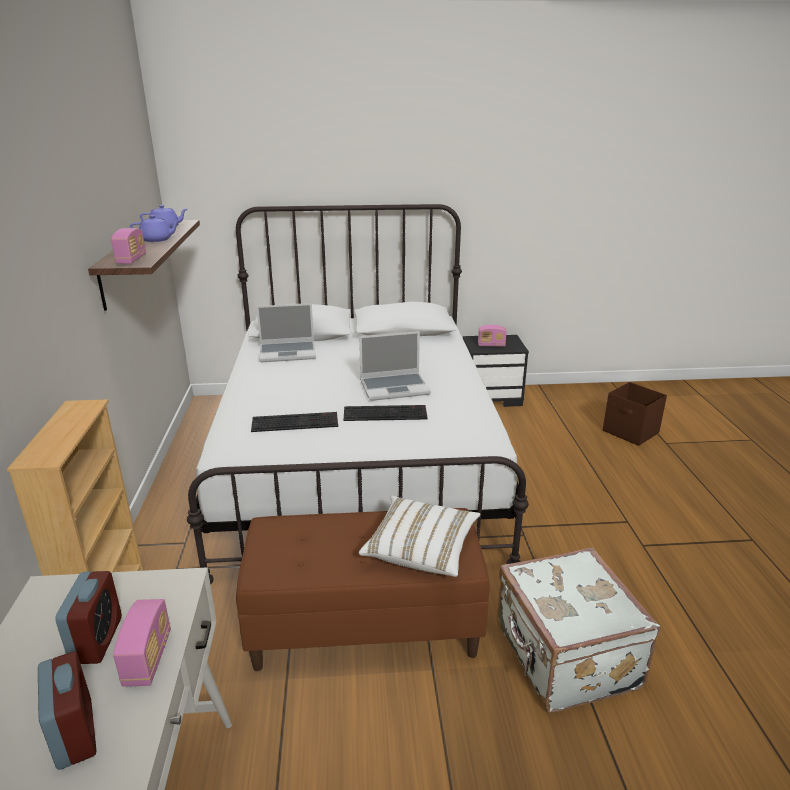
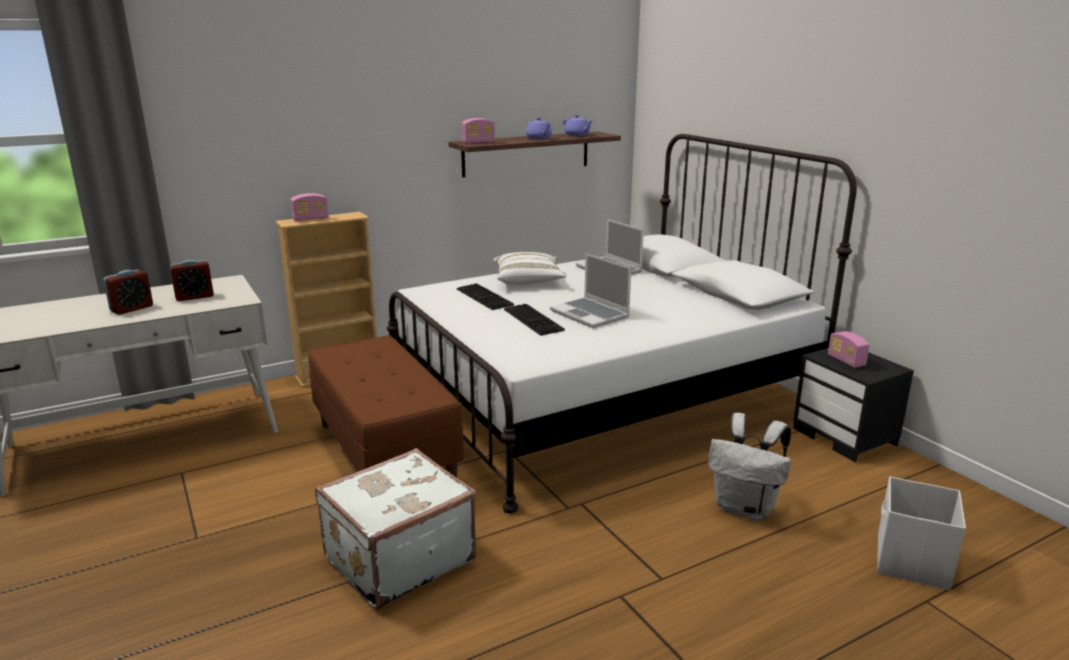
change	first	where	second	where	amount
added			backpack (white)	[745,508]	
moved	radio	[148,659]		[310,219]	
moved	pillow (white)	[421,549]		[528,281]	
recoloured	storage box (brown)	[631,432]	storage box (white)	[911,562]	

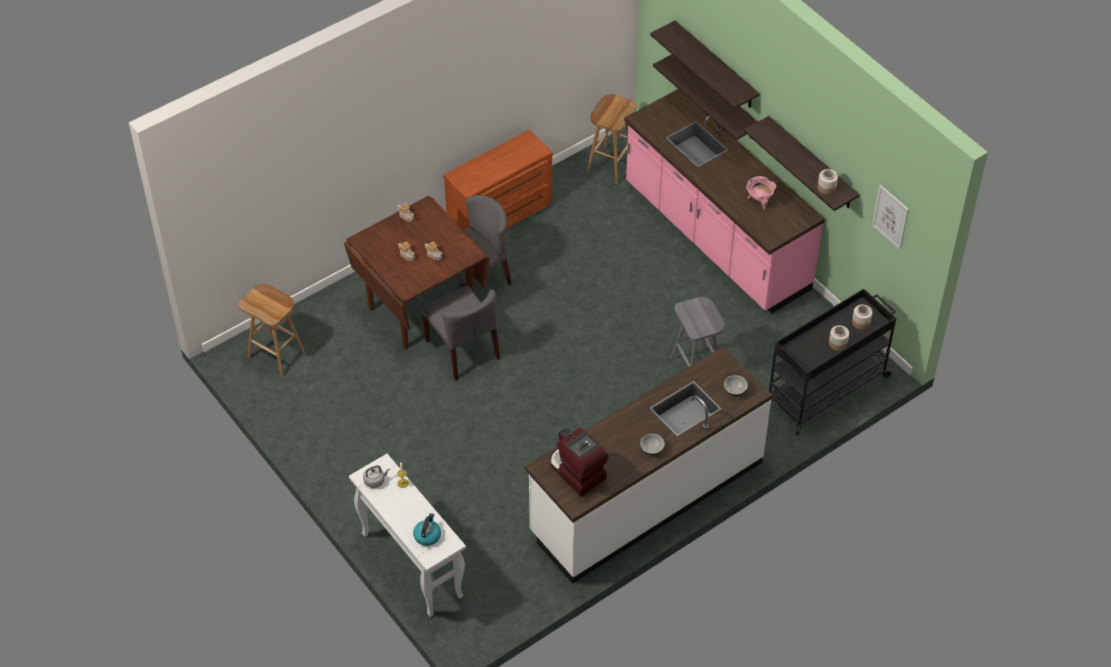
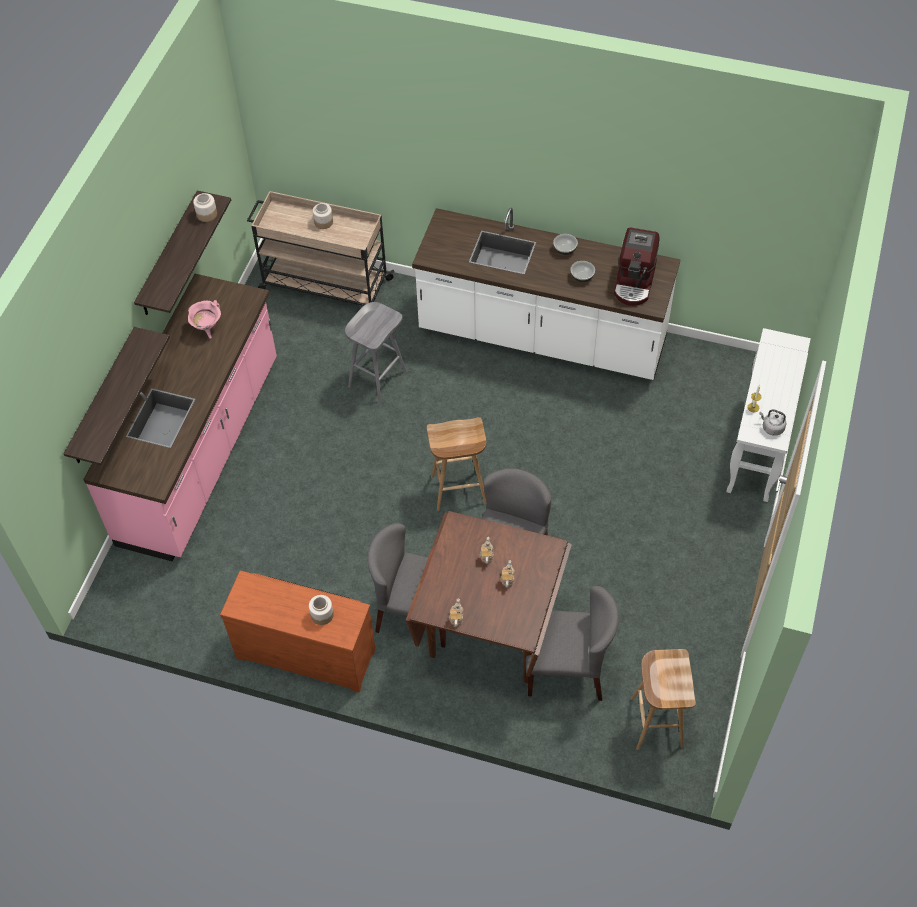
change	first	where	second	where	amount
removed	kettle	[427,535]			
removed	shelf	[715,66]			
removed	picture	[890,217]			
added			chair (grey)	[566,669]	
moved	stool (brown)	[610,164]		[458,490]	
moved	bowl	[735,390]		[582,276]	
moved	jar	[861,322]		[322,614]	
recoloured	cart (black)	[827,388]	cart (beige)	[324,285]	

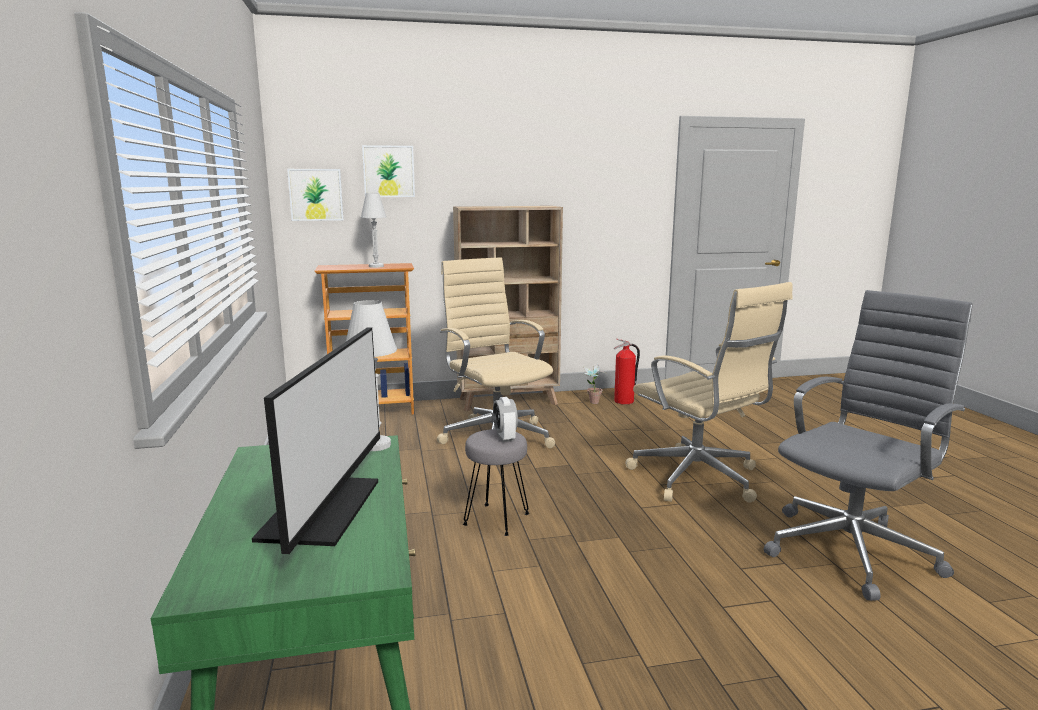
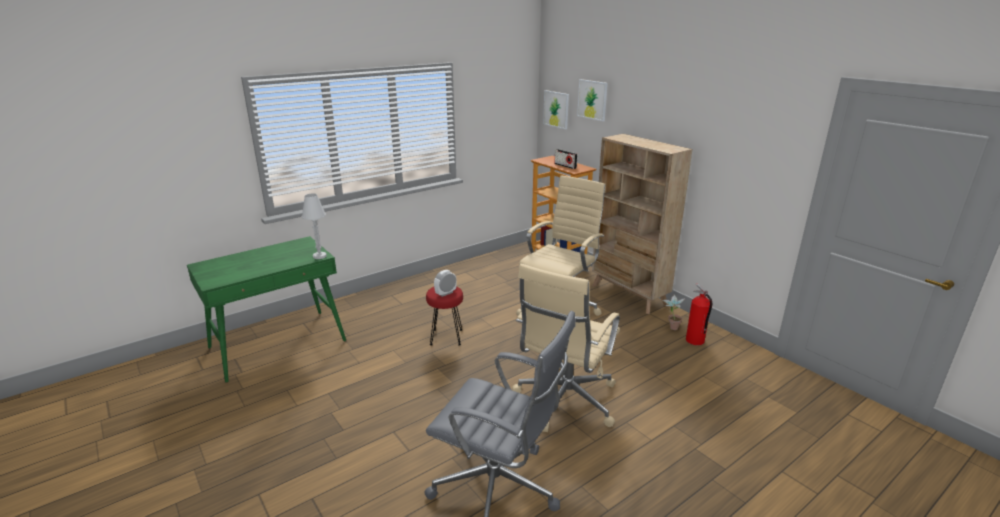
change	first	where	second	where	amount
removed	monitor	[324,509]			
replaced	table lamp (white)	[376,266]	radio	[565,166]	
recoloured	stool (grey)	[497,520]	stool (red)	[446,337]	

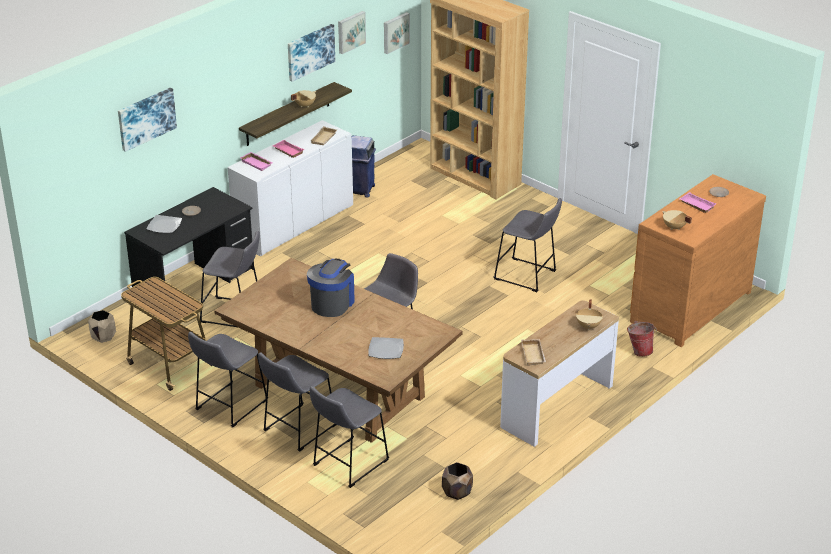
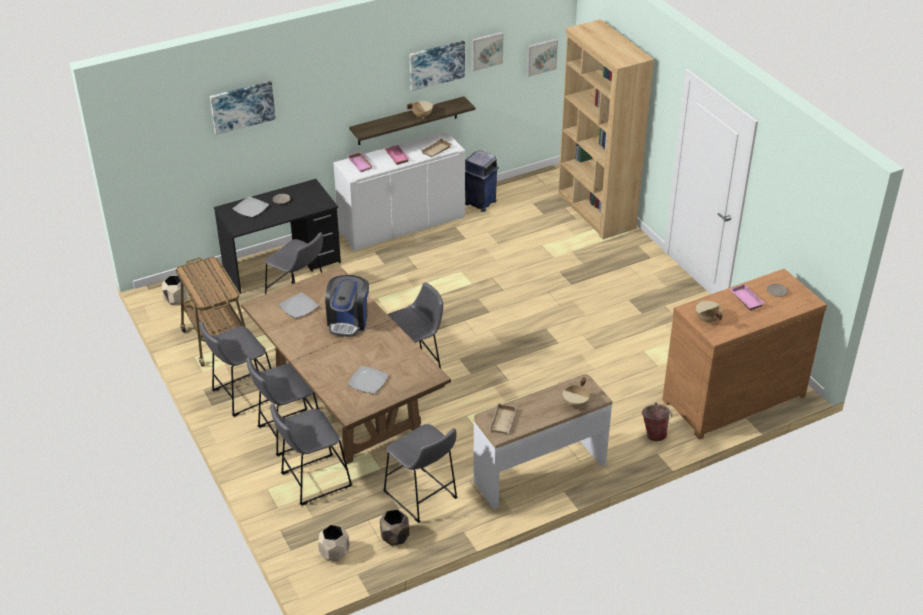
change	first	where	second	where	amount
added			plate	[299,307]	
added			planter (beige)	[335,552]	
moved	stool (grey)	[527,276]		[422,497]	
turned	coffee machine	[332,303]		[348,321]	150 degrees clockwise

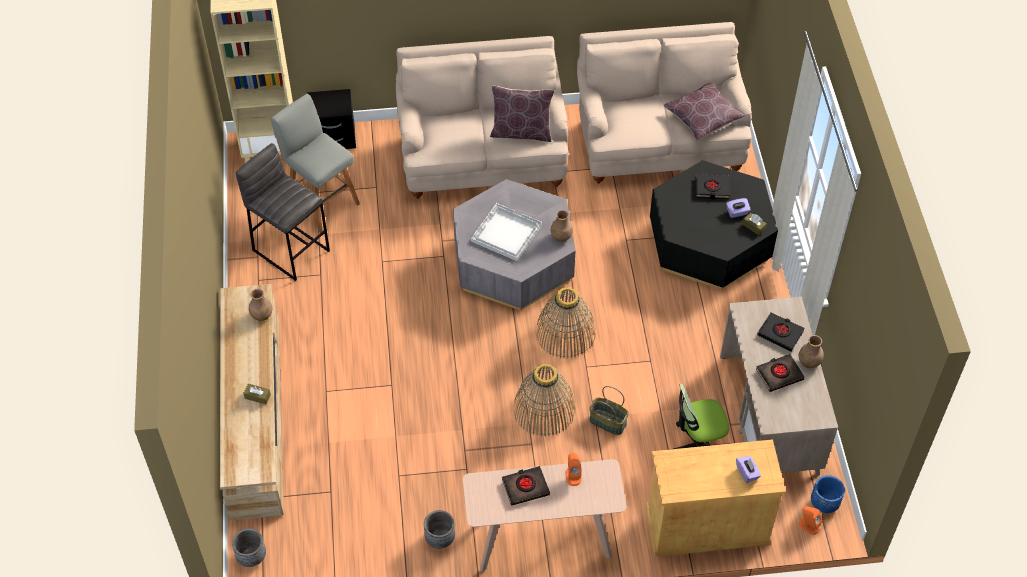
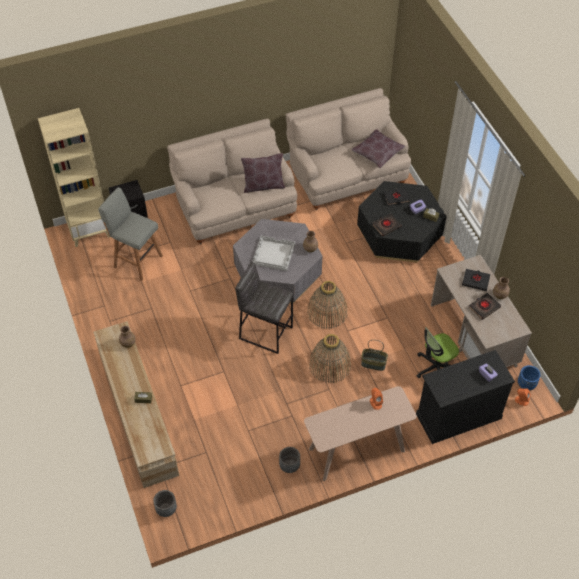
change	first	where	second	where	amount
moved	stool (grey)	[291,249]		[265,332]	
moved	book (black)	[525,487]		[386,226]	
recoloured	cabinet (beige)	[706,525]	cabinet (black)	[458,416]	

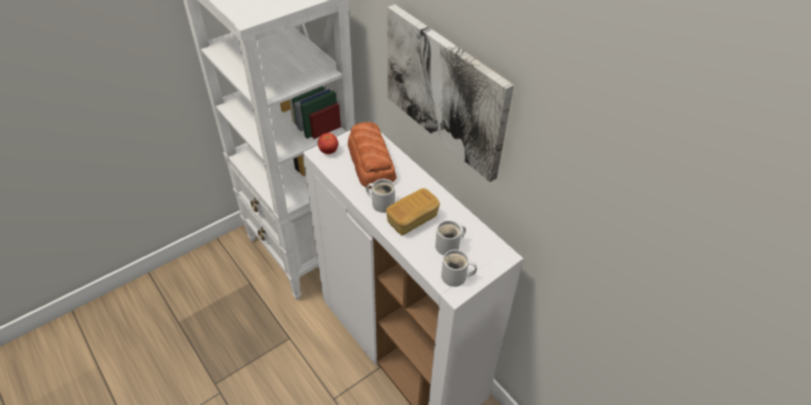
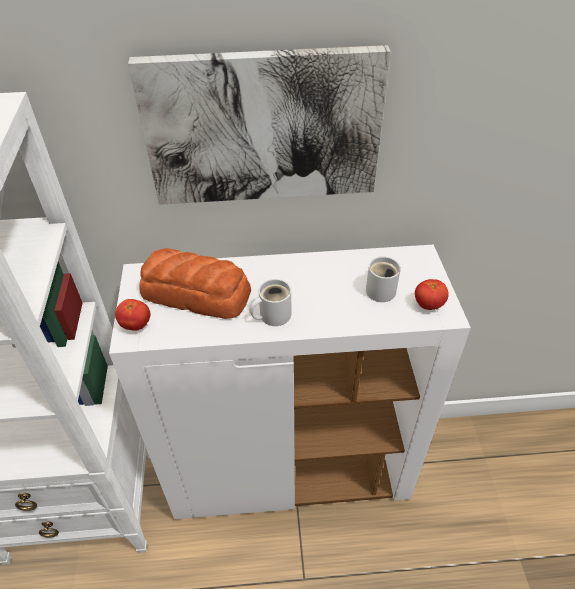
change	first	where	second	where	amount
removed	bread	[412,219]			
replaced	mug (white)	[456,277]	tomato	[428,304]	

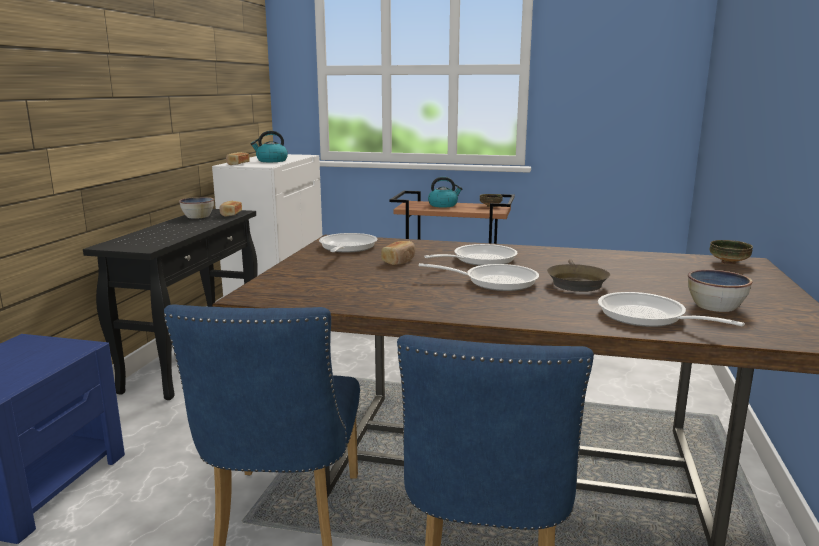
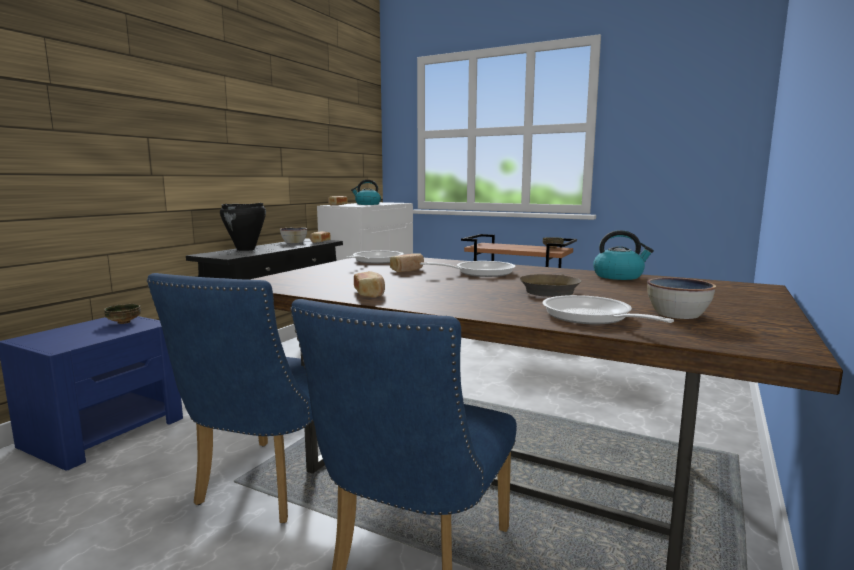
change	first	where	second	where	amount
removed	frying pan	[494,281]			
added			cooking pot (black)	[246,249]	
added			bread	[370,293]	
moved	kettle	[443,205]		[619,276]	
moved	bowl	[728,262]		[124,322]	

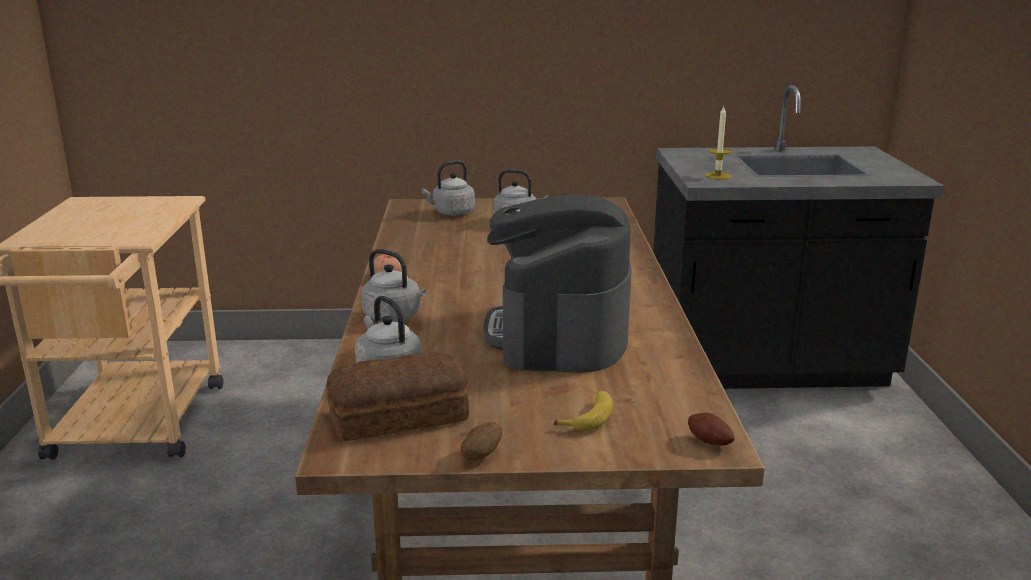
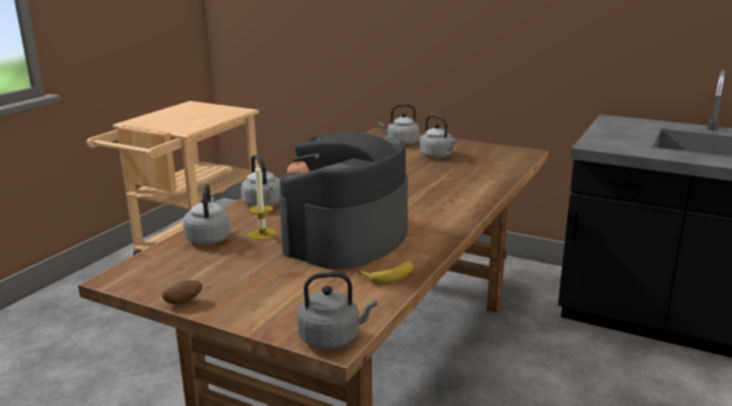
change	first	where	second	where	amount
removed	bread	[401,416]			
moved	banana	[588,417]		[390,276]	
moved	candle	[717,176]		[262,234]	
replaced	potato	[708,443]	kettle (grey)	[333,338]	

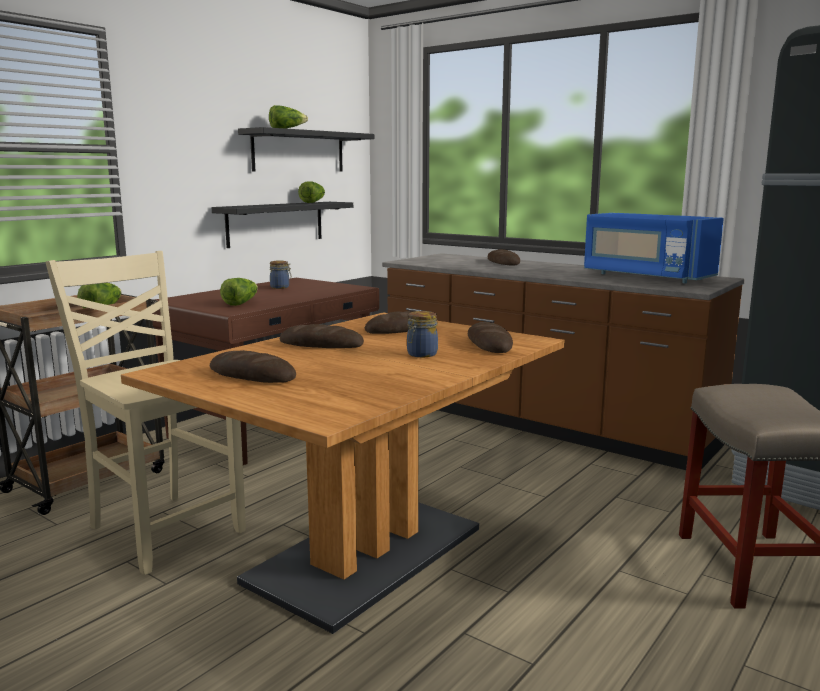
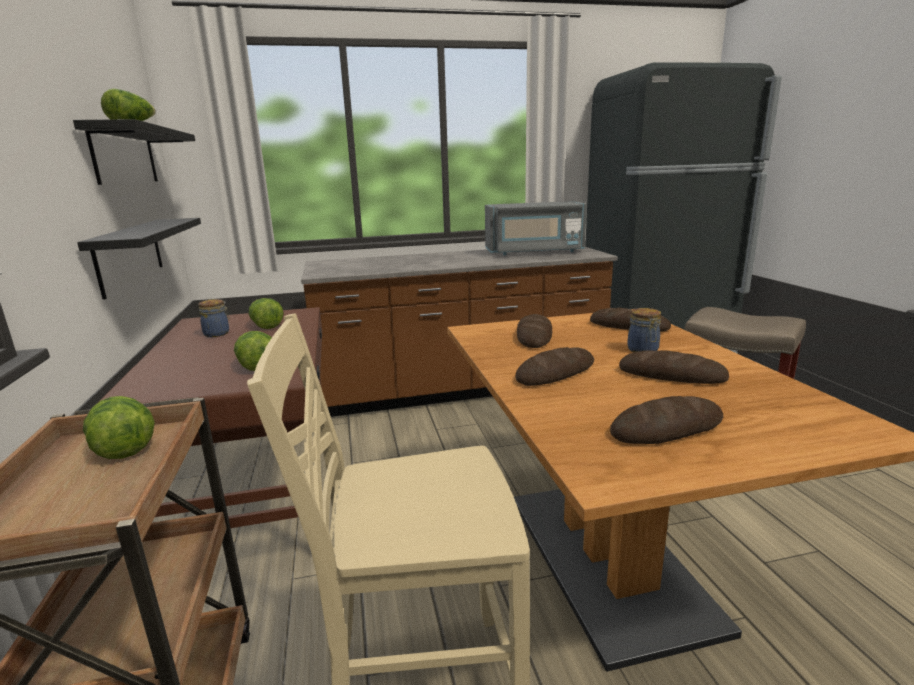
change	first	where	second	where	amount
moved	lettuce	[313,202]		[266,325]	
moved	bread	[503,262]		[671,375]	
recoloured	microwave (blue)	[645,276]	microwave (grey)	[534,252]	

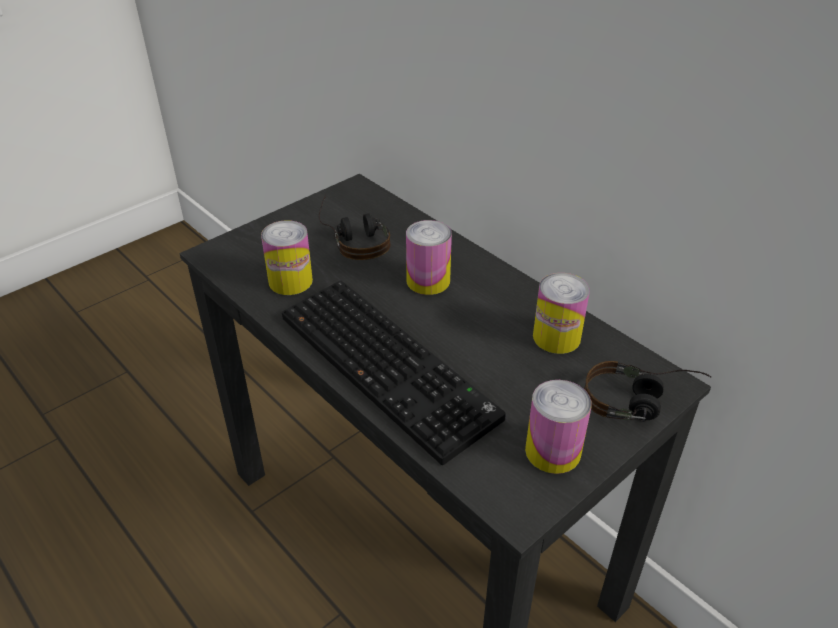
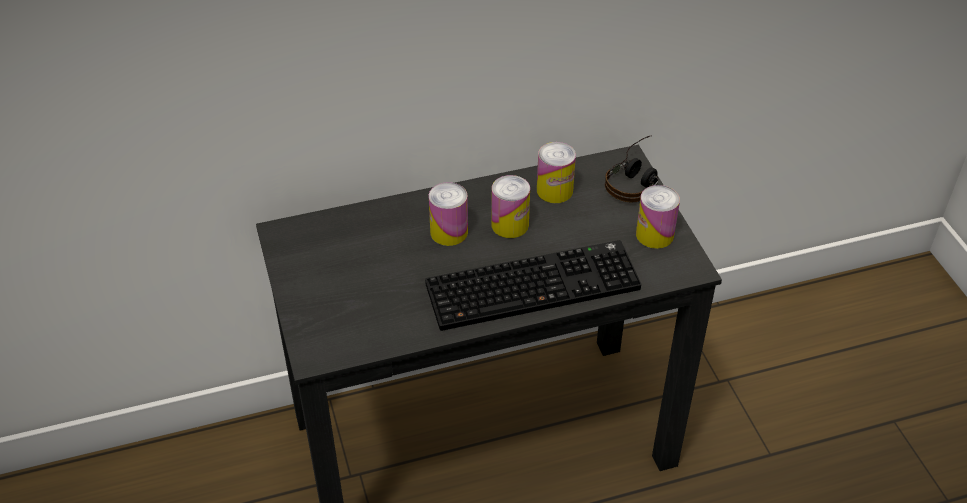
change	first	where	second	where	amount
removed	headphones	[354,238]			
moved	can	[290,281]		[510,225]	

